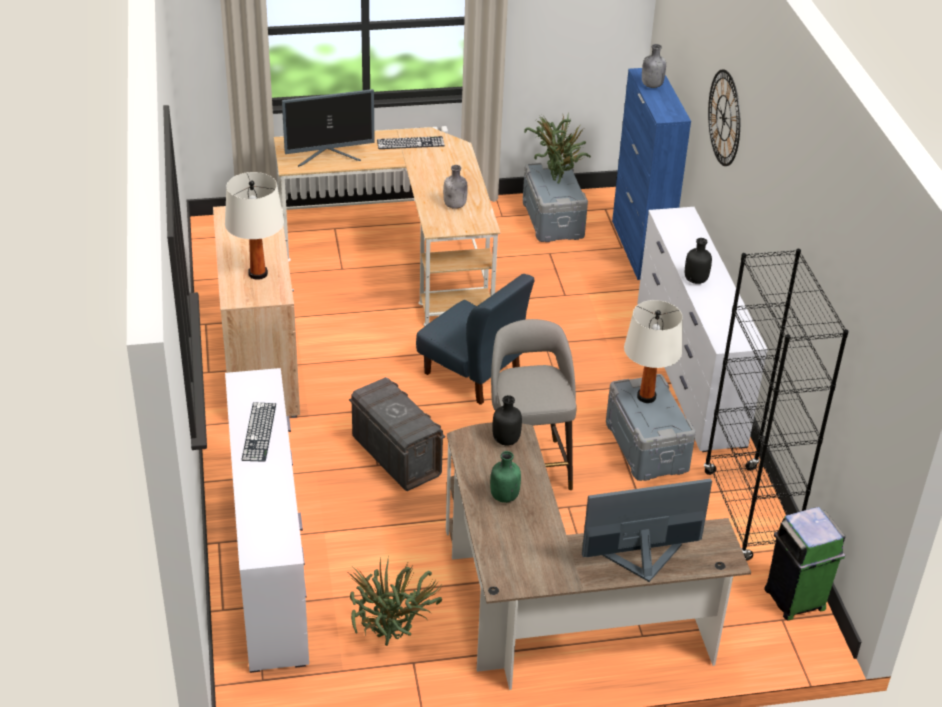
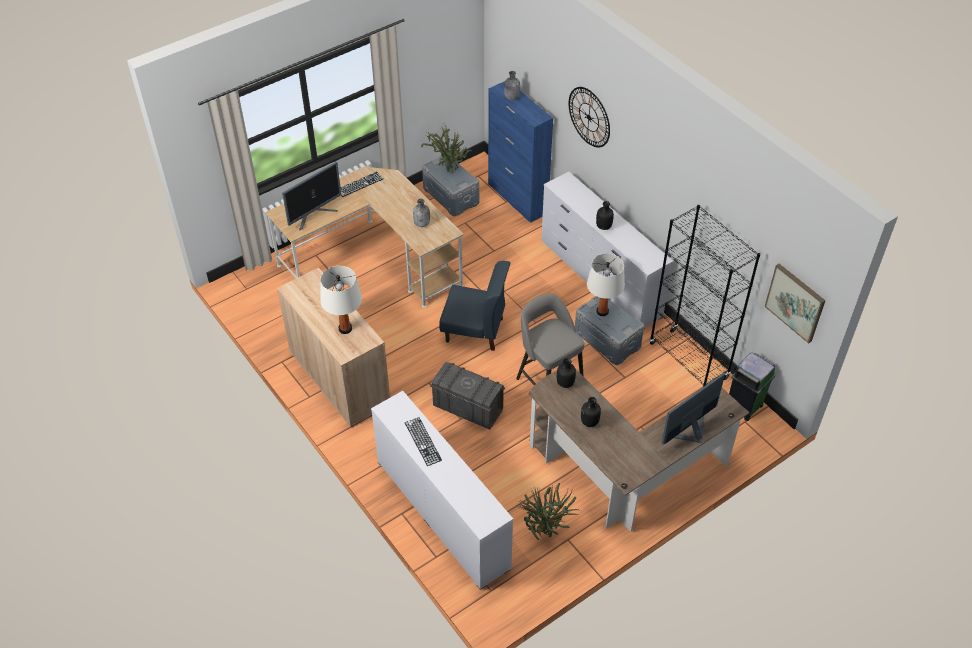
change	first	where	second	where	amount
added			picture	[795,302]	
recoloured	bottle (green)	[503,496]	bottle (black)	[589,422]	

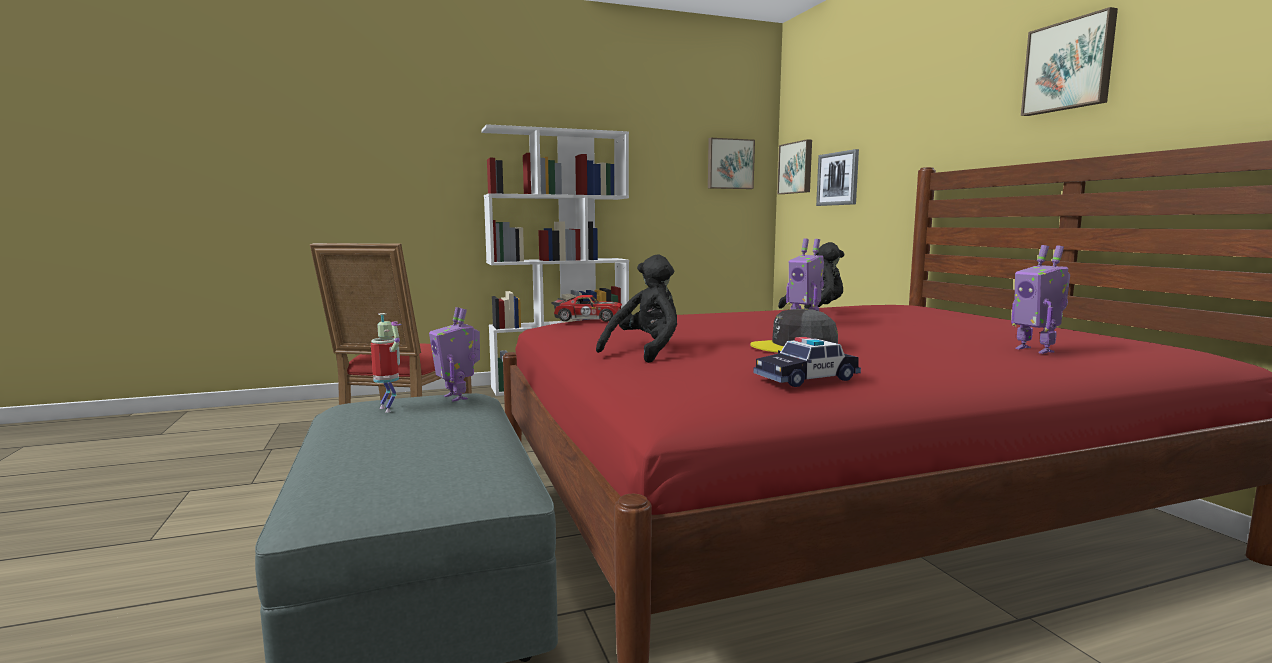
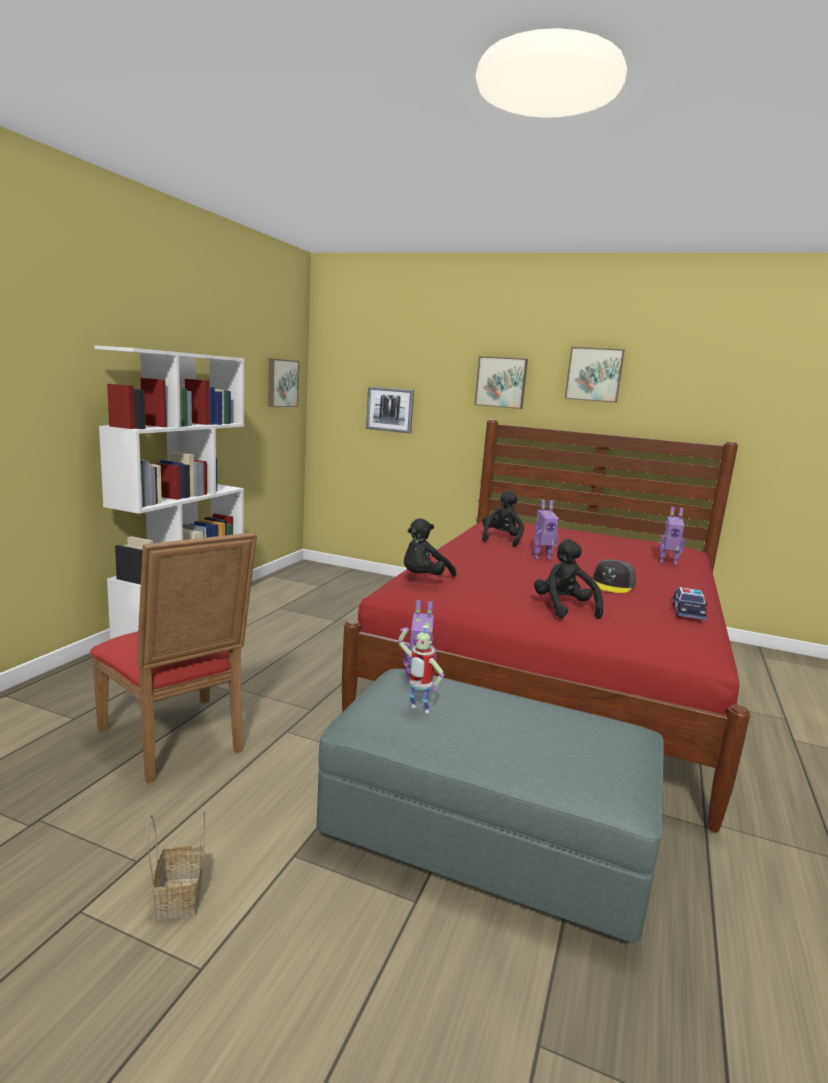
change	first	where	second	where	amount
added			basket	[178,896]	
moved	picture	[796,168]		[501,382]	
replaced	toy car	[589,318]	plush toy (black)	[423,579]	
turned	toy robot	[389,409]		[418,710]	150 degrees counterclockwise

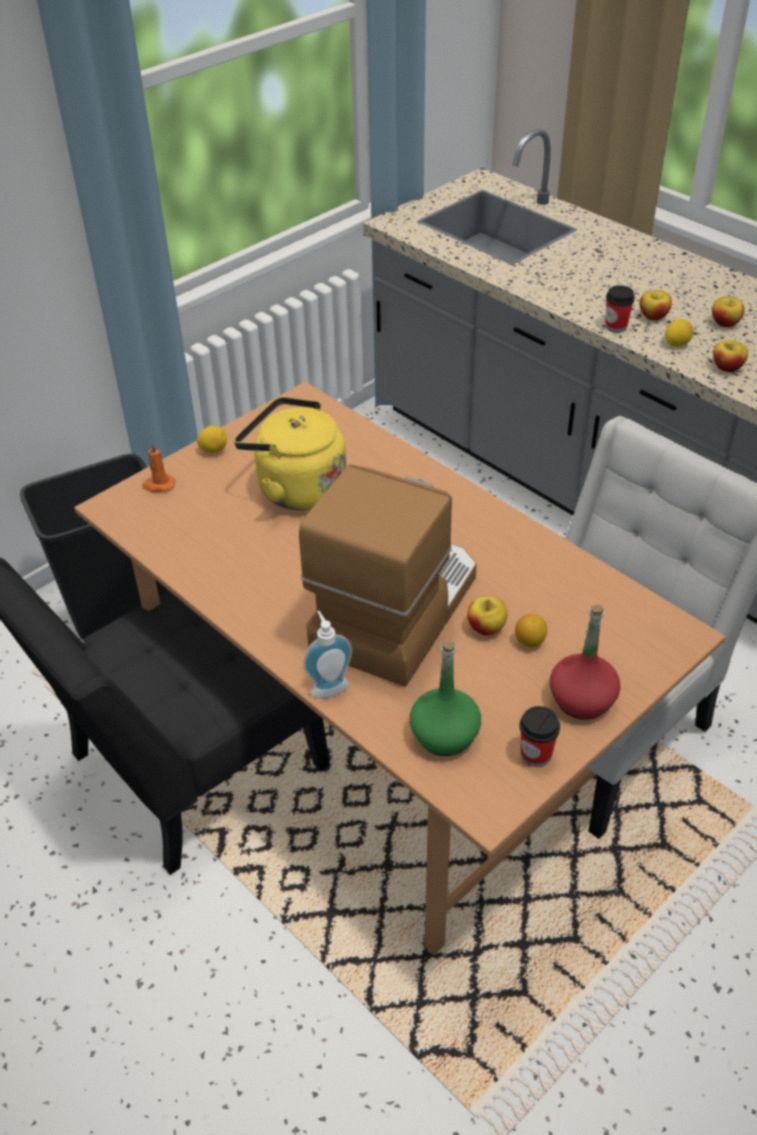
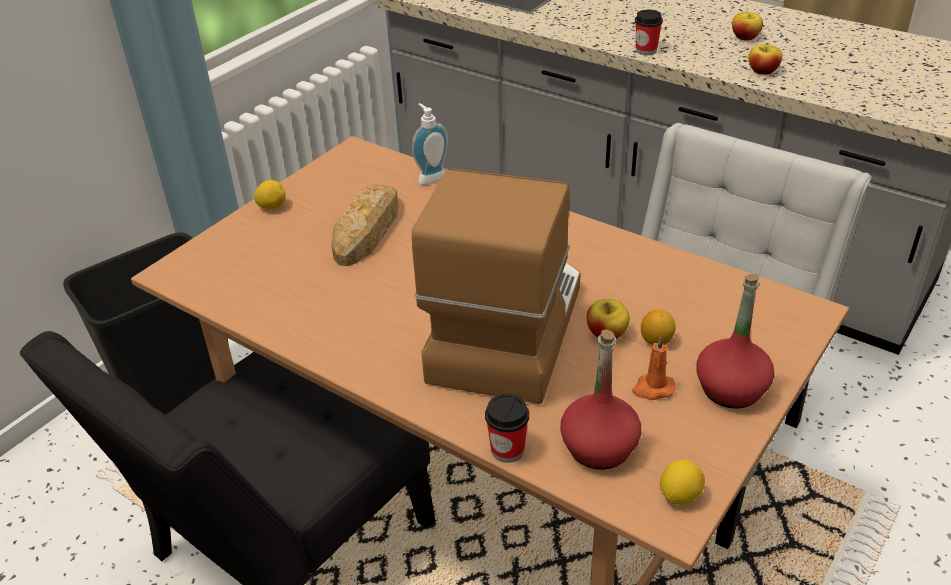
change	first	where	second	where	amount
removed	apple	[653,316]			
moved	candle (orange)	[159,485]		[652,389]	
moved	soap dispenser	[328,686]		[430,177]	
moved	cup	[536,754]		[507,450]	
moved	lemon	[676,344]		[679,495]	
replaced	kettle (yellow)	[296,488]	bread	[368,230]	
recoloured	bottle (green)	[445,735]	bottle (red)	[599,447]	

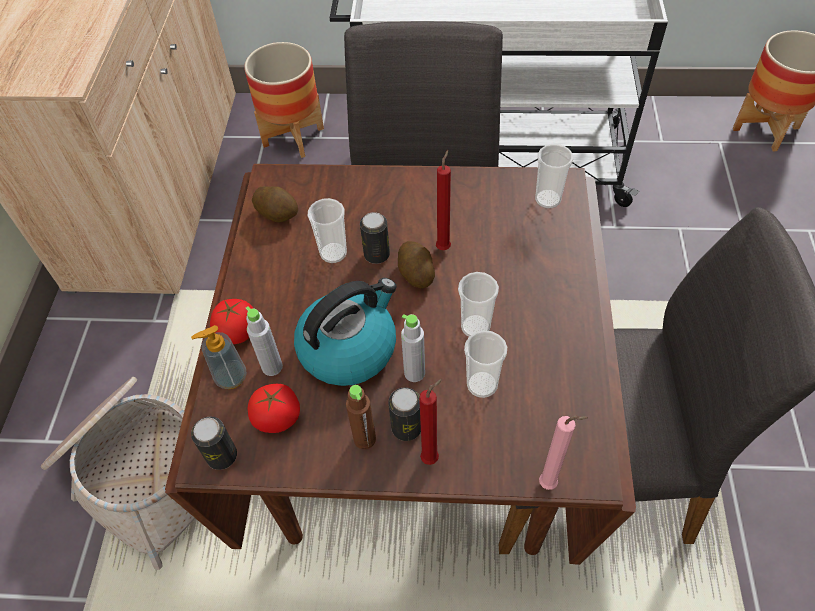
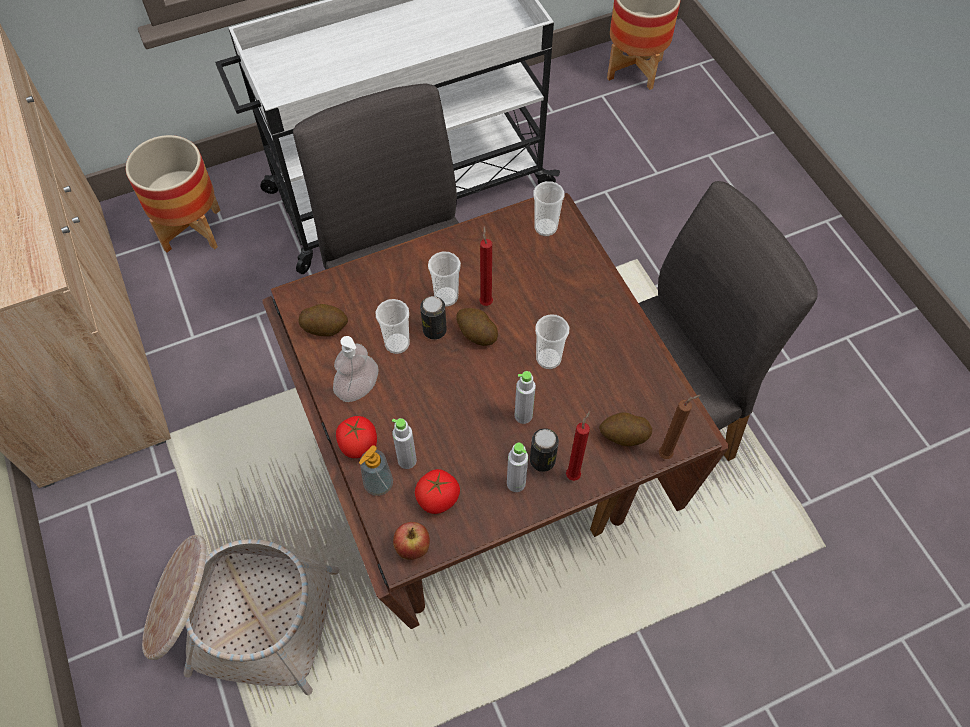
change	first	where	second	where	amount
removed	kettle	[349,348]			
added			soap dispenser	[358,387]	
added			potato	[623,436]	
moved	cup	[482,384]		[446,297]	
replaced	can	[222,456]	apple	[413,547]	
recoloured	bottle (brown)	[364,439]	bottle (grey)	[516,483]	
recoloured	candle (pink)	[550,484]	candle (brown)	[667,454]	

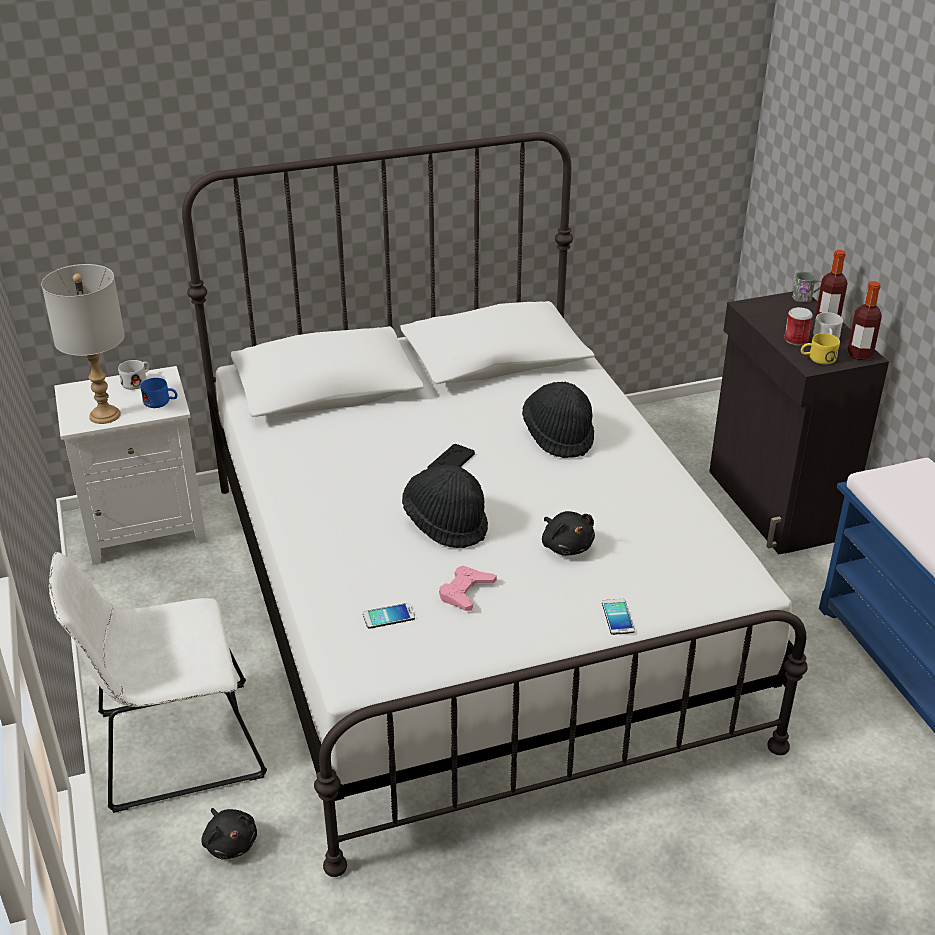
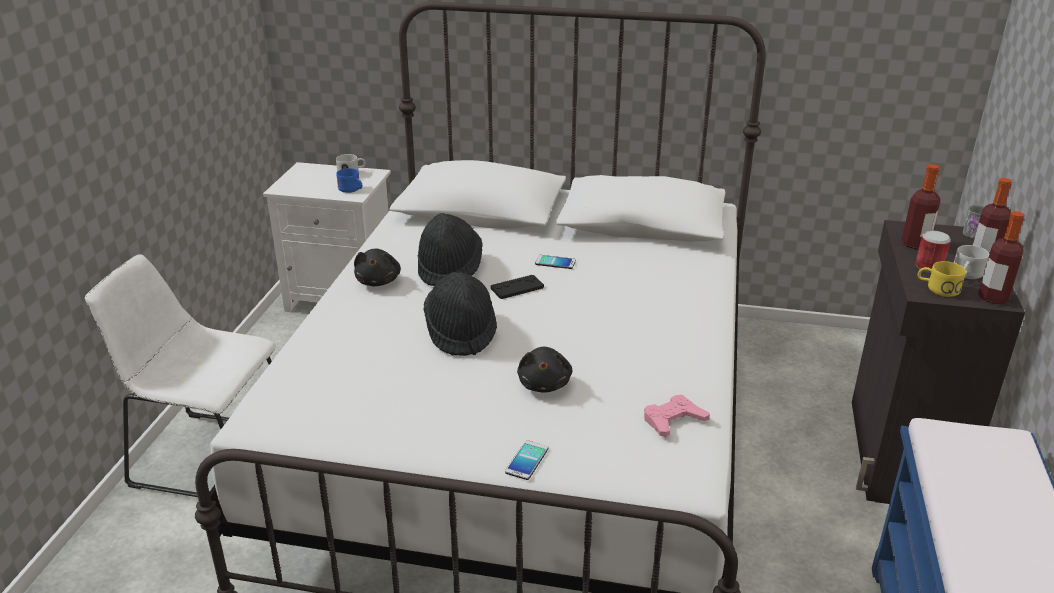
change	first	where	second	where	amount
removed	table lamp (grey)	[104,415]			
added			bottle	[915,244]	
moved	plush toy (black)	[230,842]		[378,281]	
moved	phone	[388,616]		[555,262]	
moved	game controller (pink)	[466,592]		[673,420]	
moved	hat (black)	[559,436]		[449,269]	

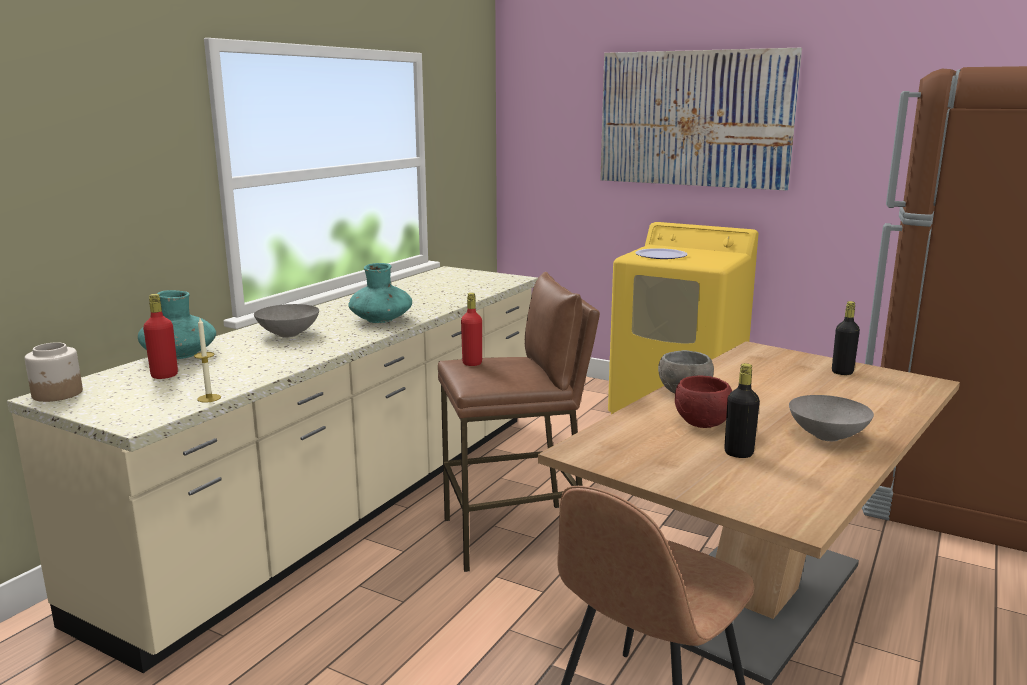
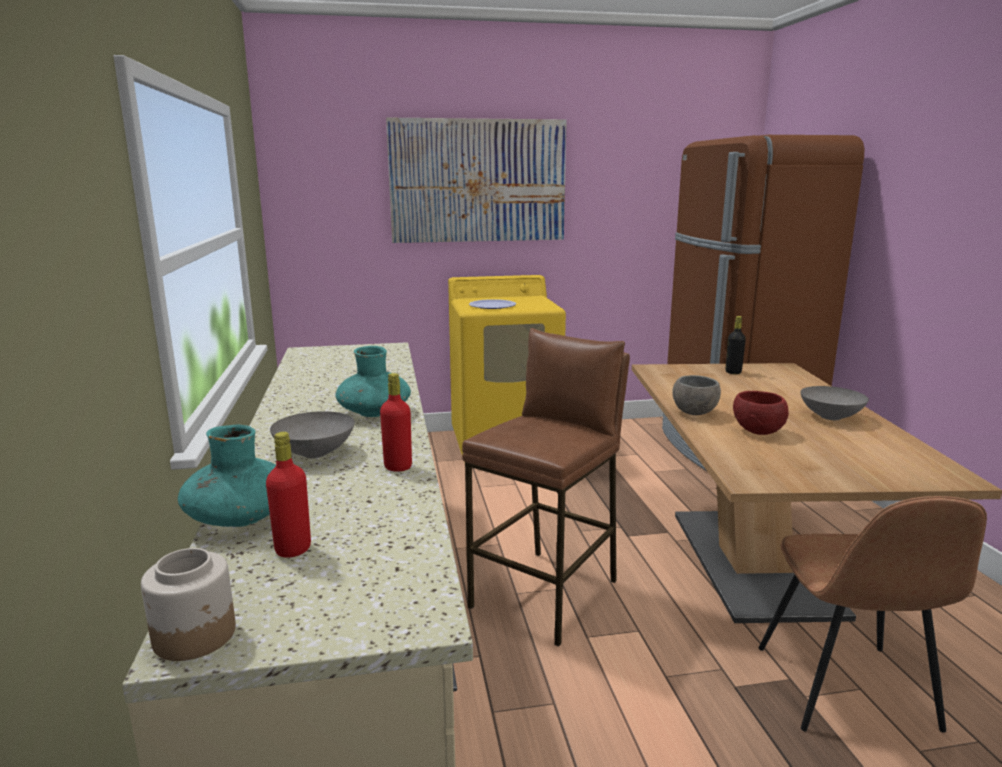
change	first	where	second	where	amount
removed	candle	[209,398]			
removed	bottle (black)	[738,453]			
moved	bottle (red)	[472,363]		[398,467]	

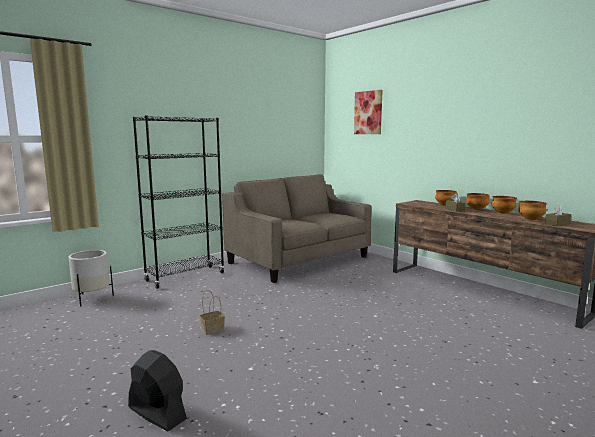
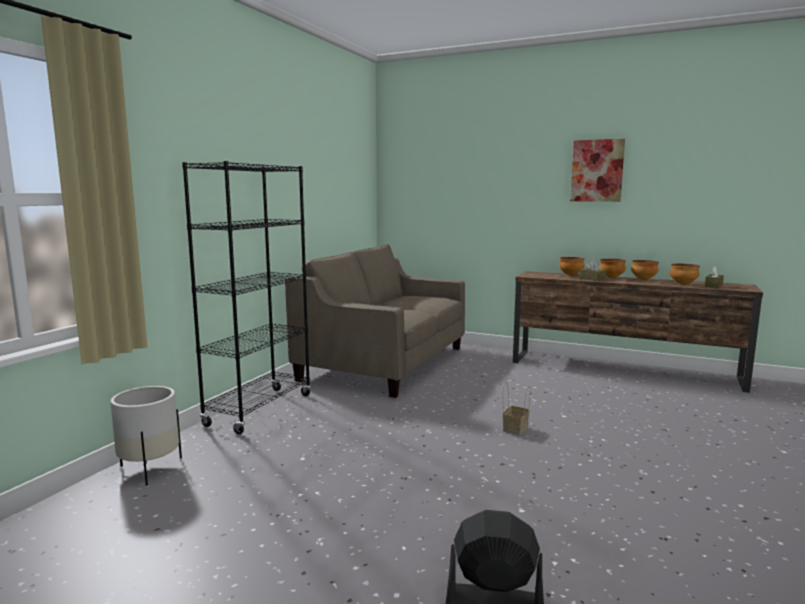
change	first	where	second	where	amount
moved	basket	[213,329]		[515,428]	
moved	picture	[368,112]		[597,170]	

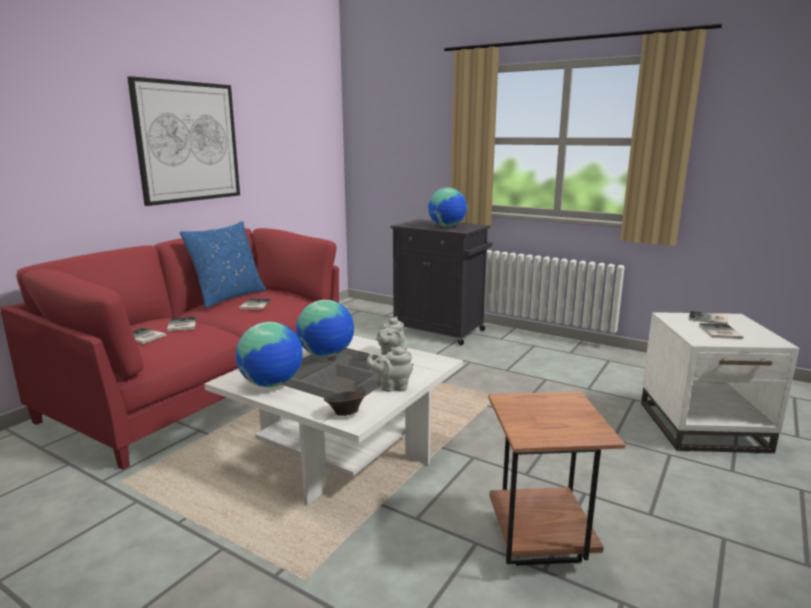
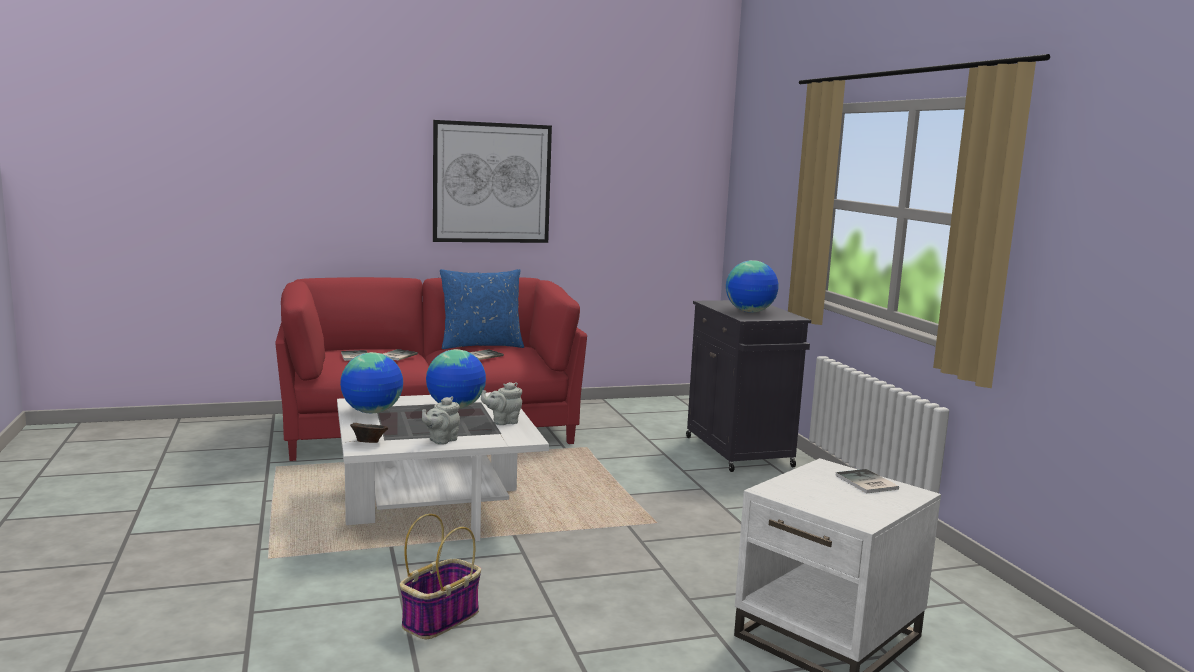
change	first	where	second	where	amount
removed	book	[719,332]			
replaced	side table (brown)	[538,543]	basket	[441,618]	
turned	teapot (grey)	[392,387]		[441,440]	90 degrees counterclockwise

